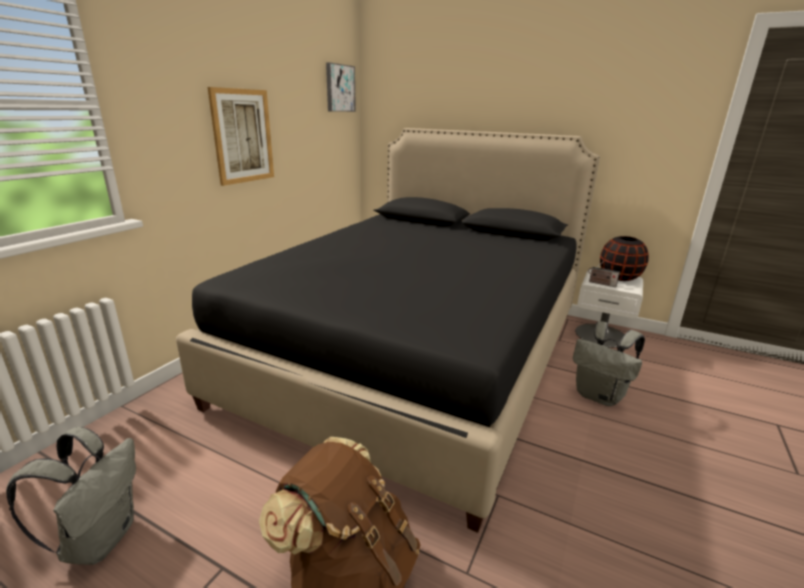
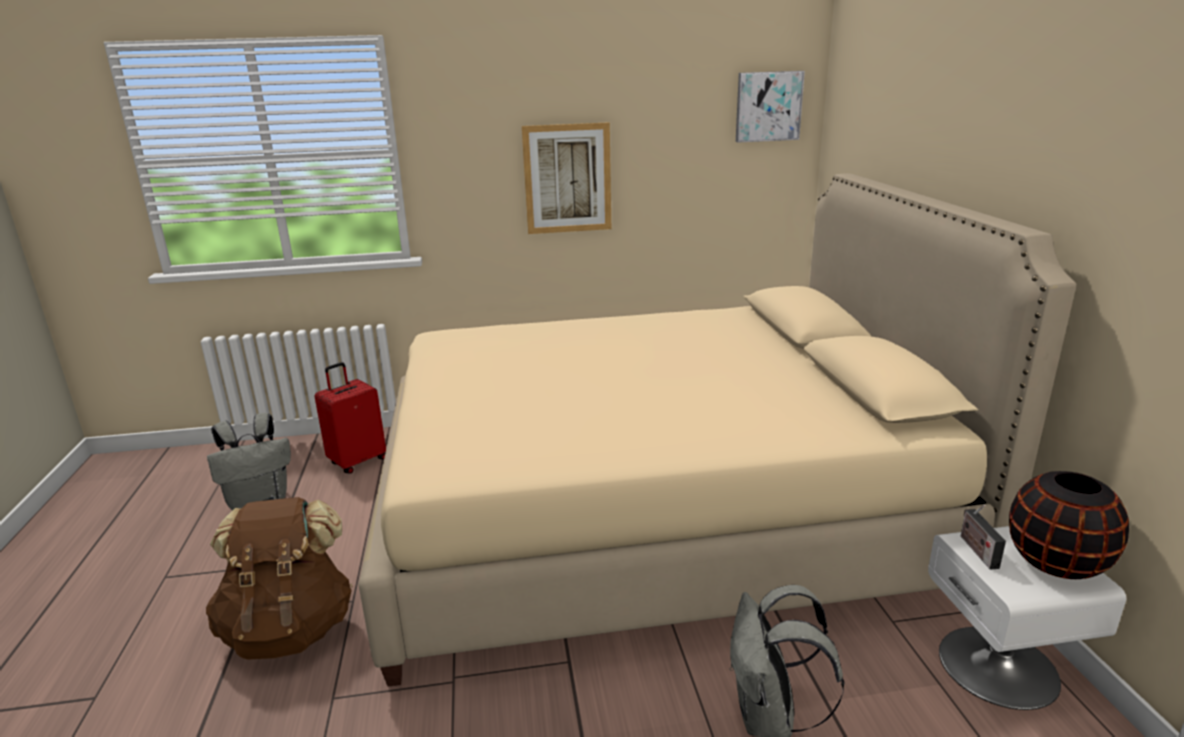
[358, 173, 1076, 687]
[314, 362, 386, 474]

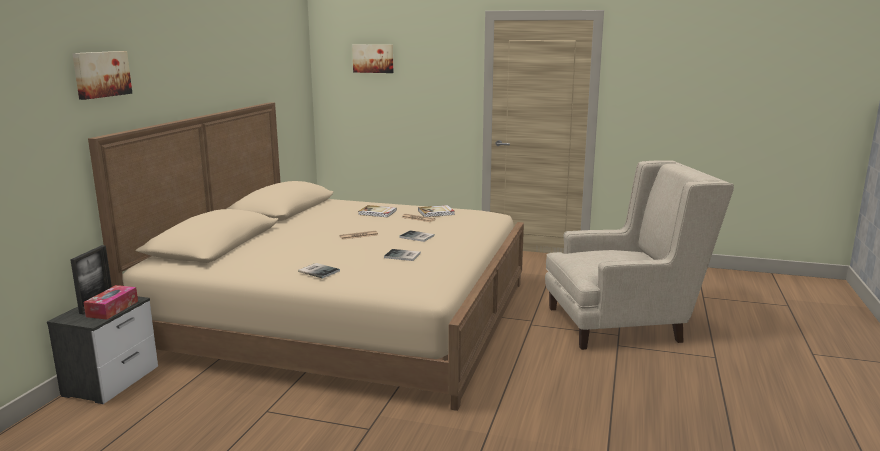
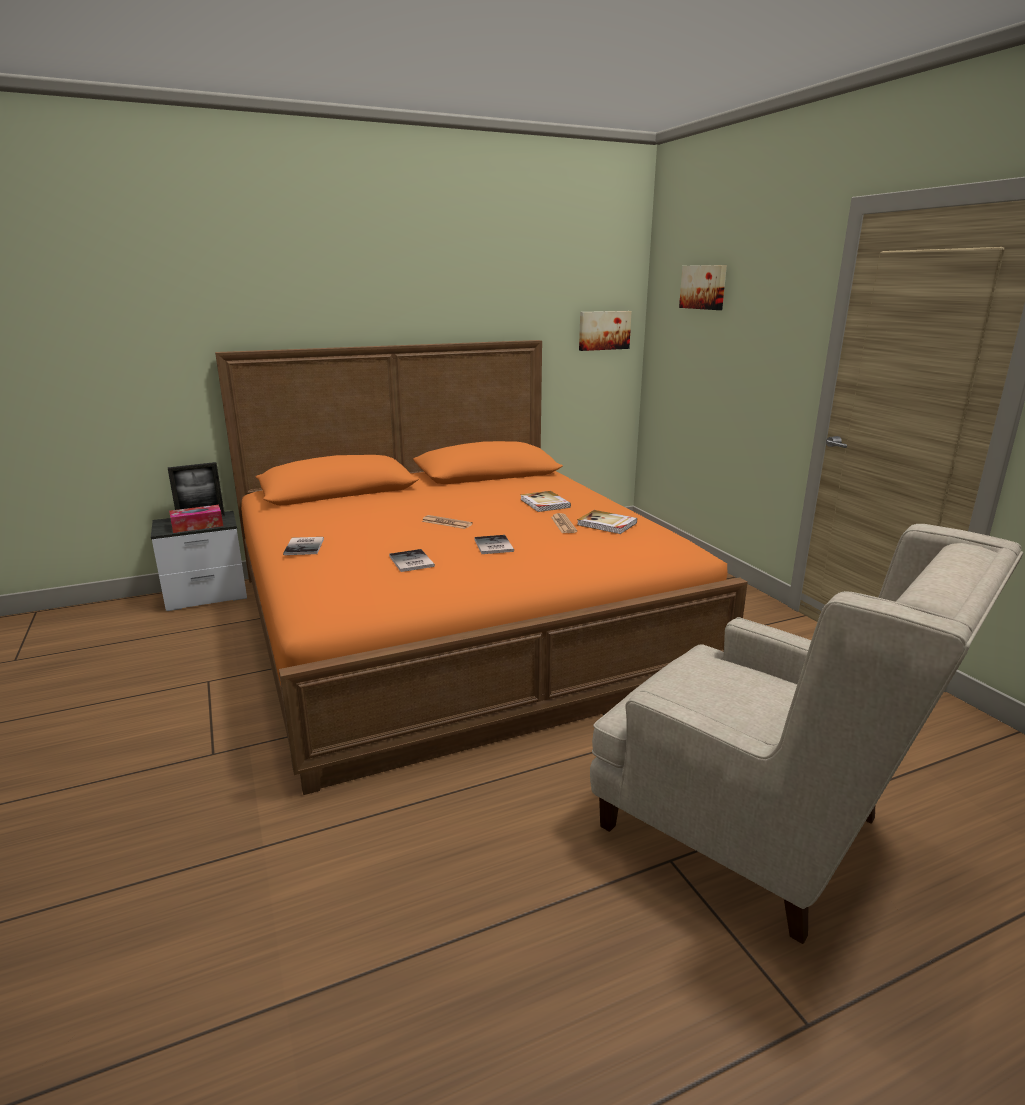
[579, 311, 632, 351]
[215, 340, 748, 795]

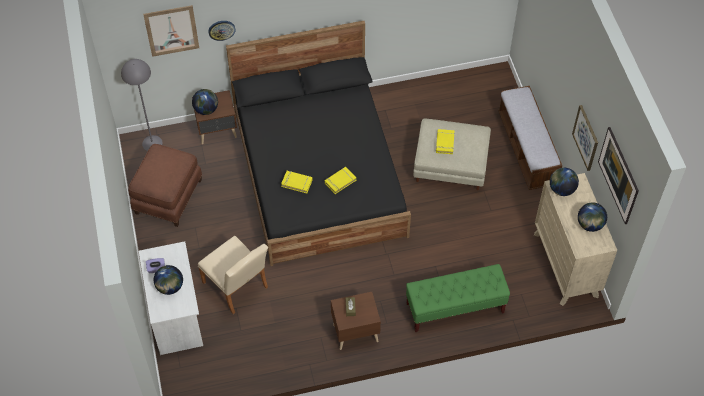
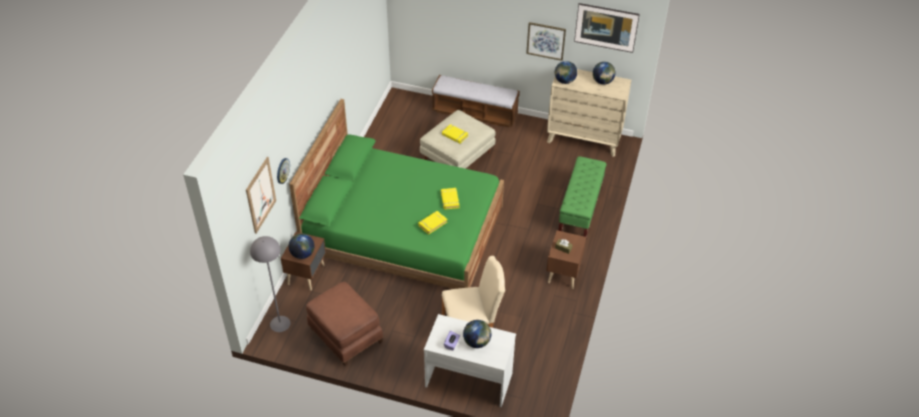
[289, 99, 504, 289]

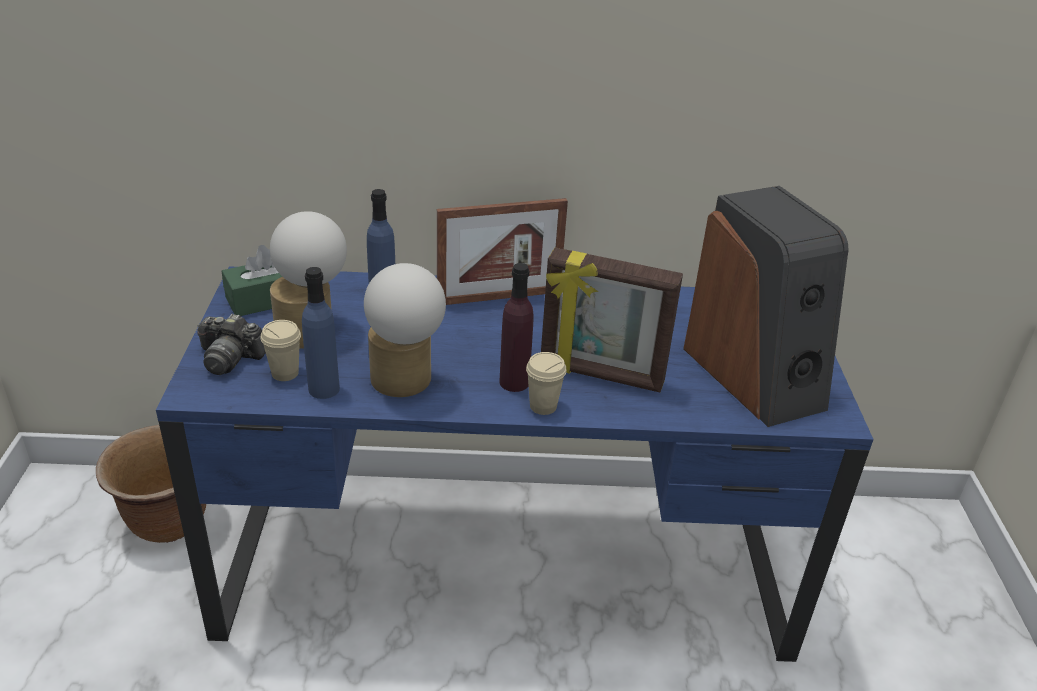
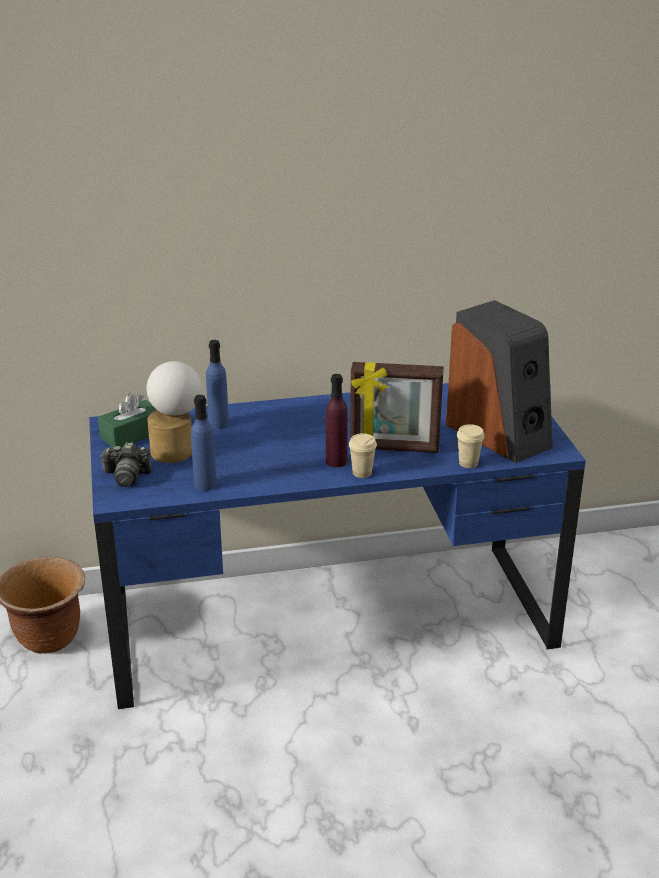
[437, 198, 568, 305] (first image)
[364, 263, 446, 397] (first image)
[457, 424, 485, 468]

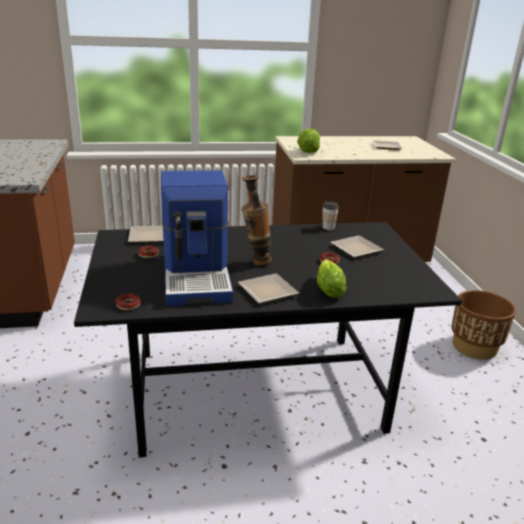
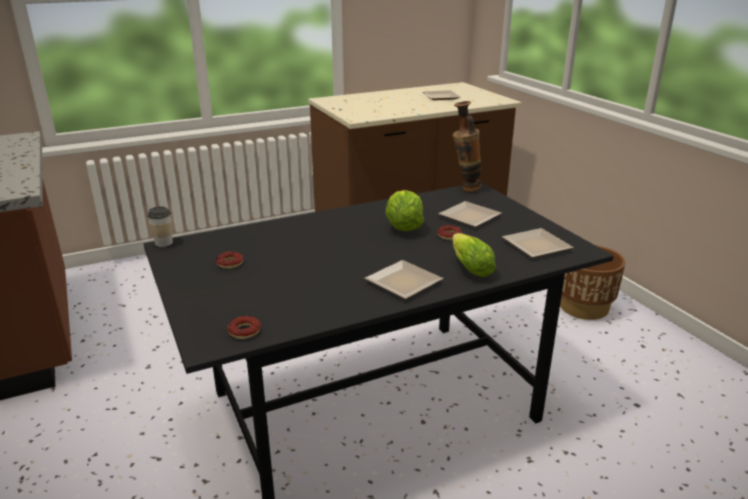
[386, 190, 424, 231]
[161, 170, 233, 306] (first image)
[453, 101, 481, 192]
[147, 207, 173, 247]
[502, 228, 574, 258]

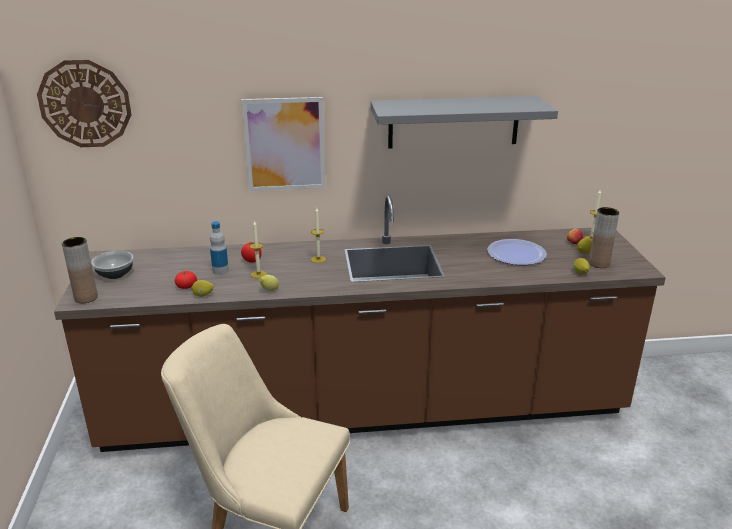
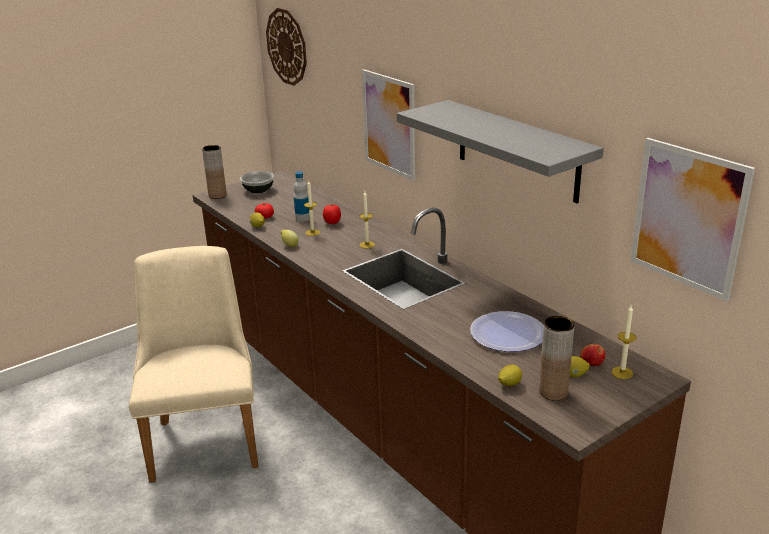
[630, 138, 755, 301]

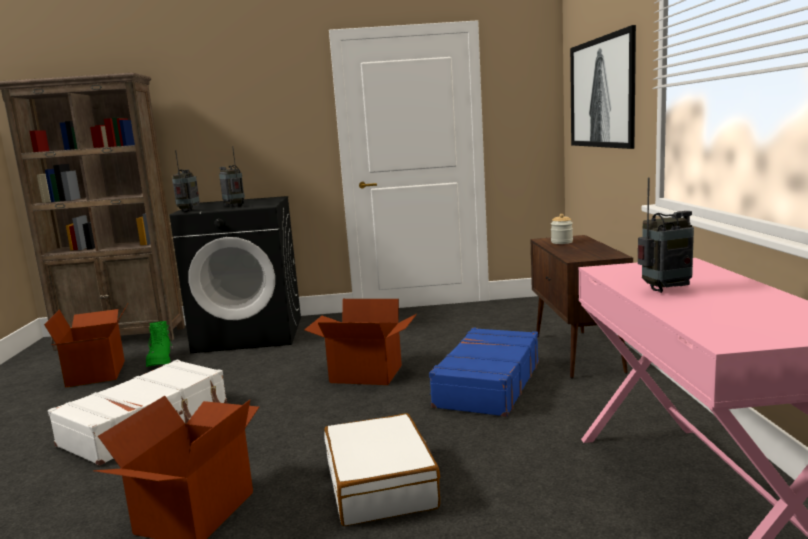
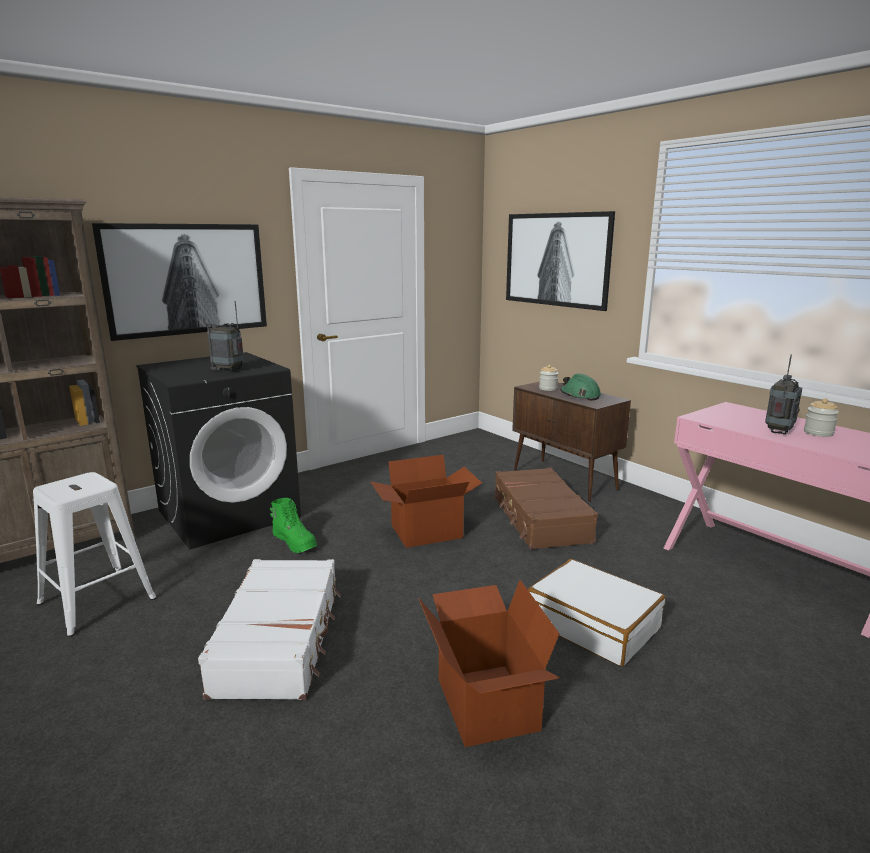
[172, 150, 200, 212] (first image)
[33, 472, 157, 637]
[270, 498, 317, 553]
[493, 467, 598, 550]
[92, 223, 267, 341]
[560, 373, 601, 401]
[804, 398, 839, 437]

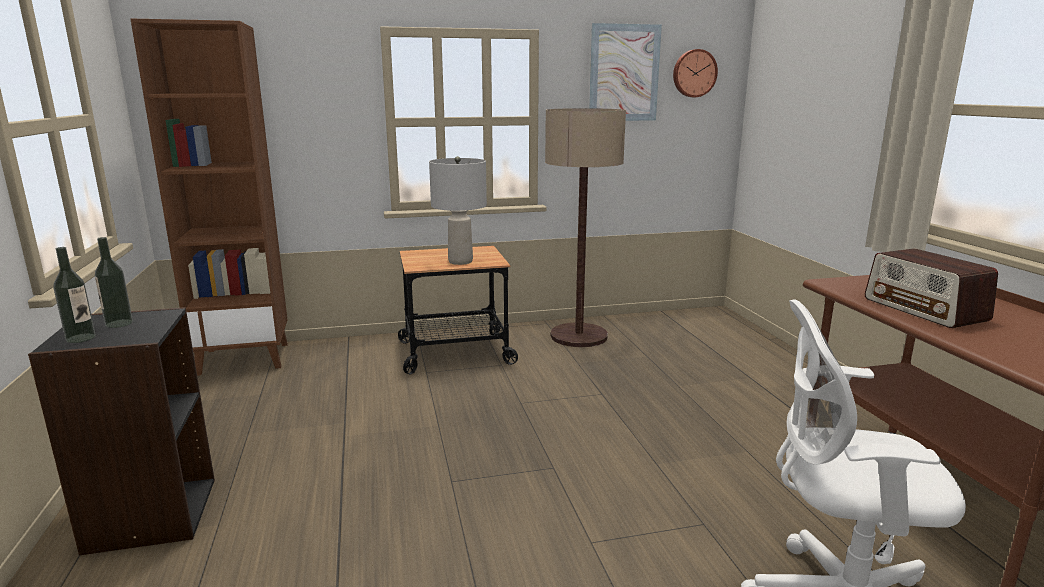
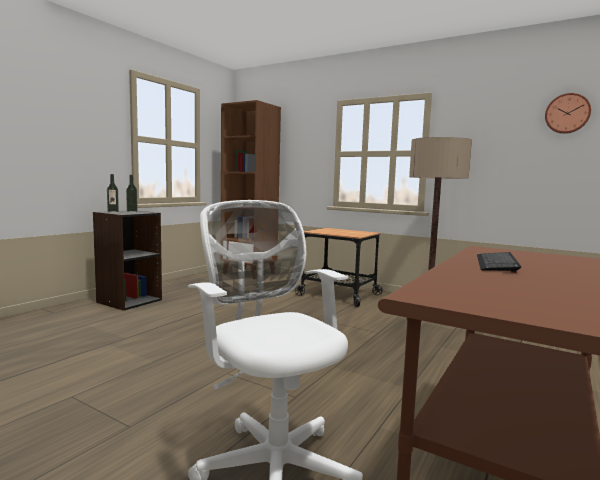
[589, 23, 662, 121] (first image)
[429, 156, 487, 265] (first image)
[477, 252, 521, 273]

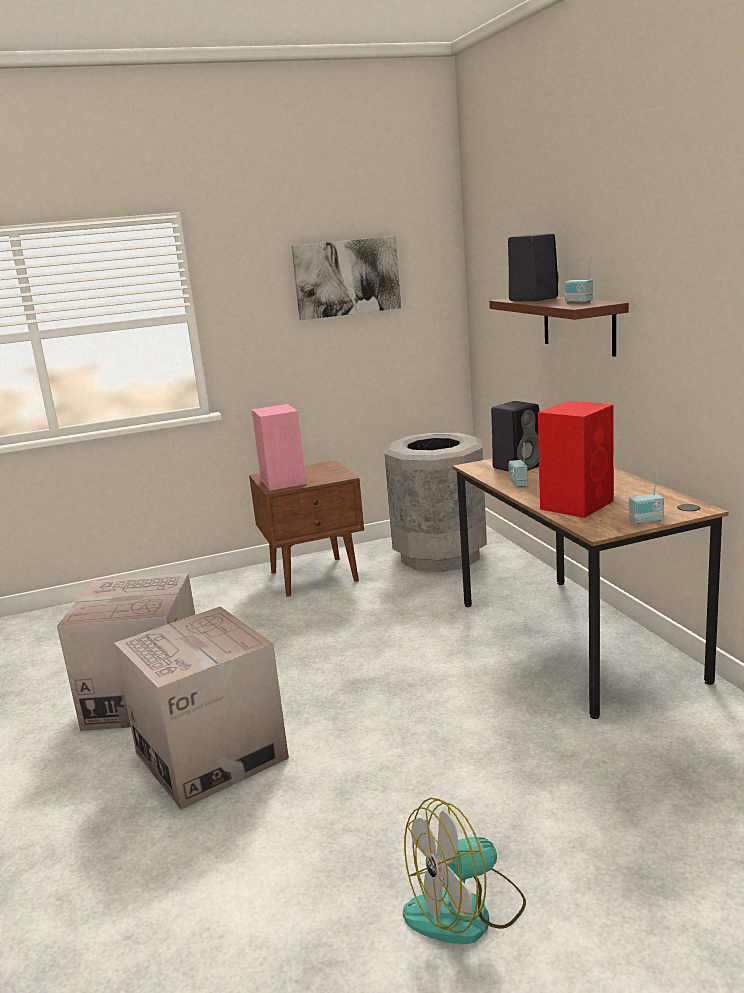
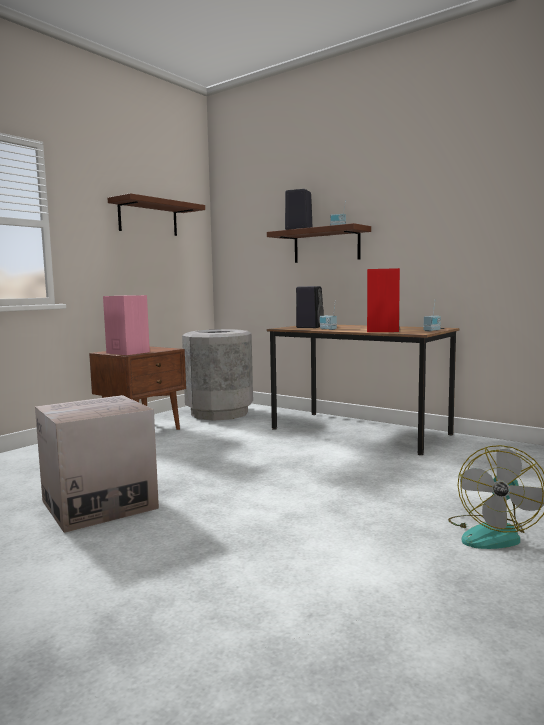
[107, 193, 205, 236]
[114, 606, 289, 810] (first image)

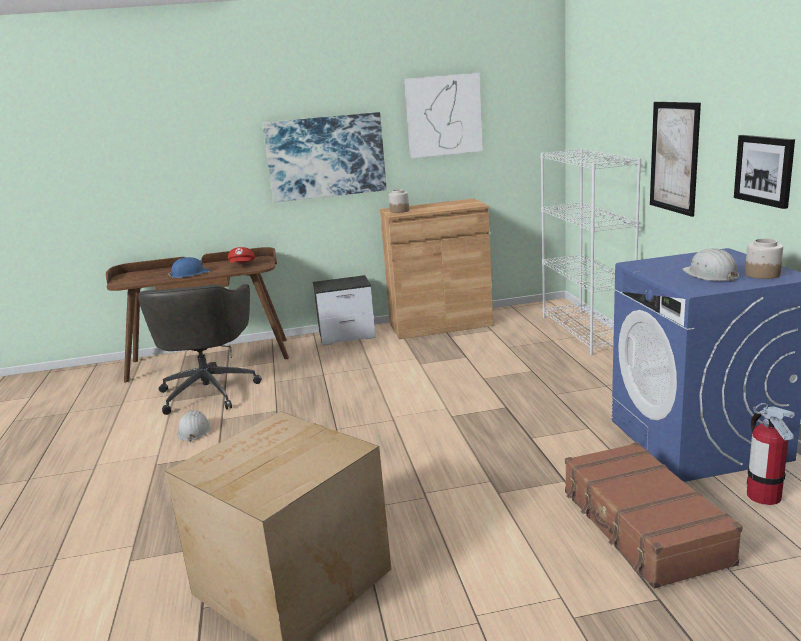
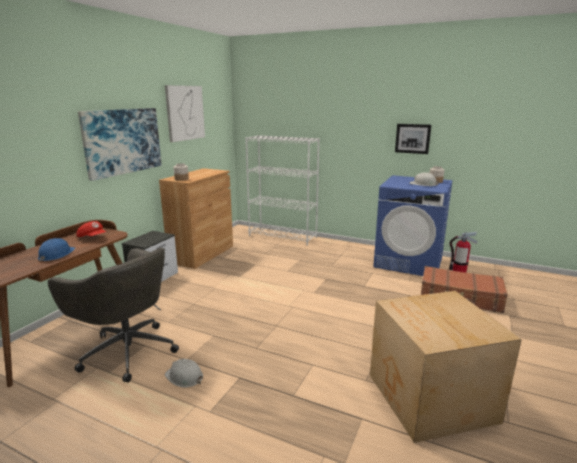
[650, 102, 701, 217] (first image)

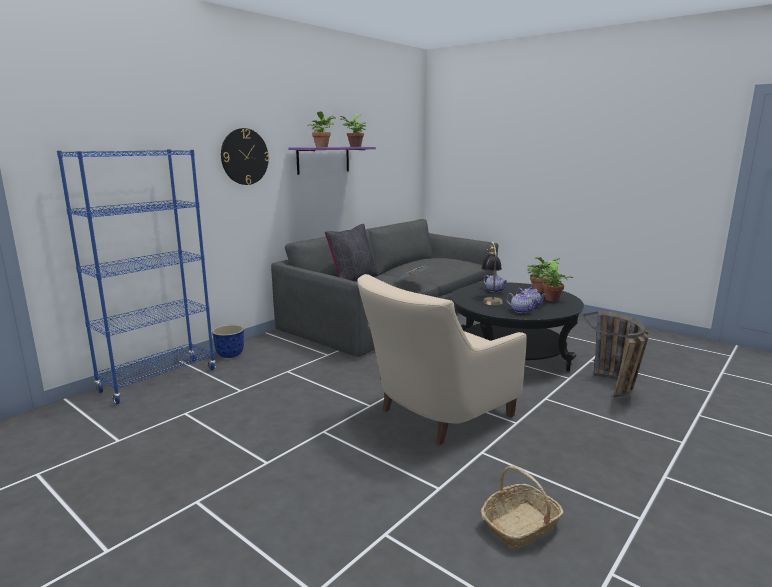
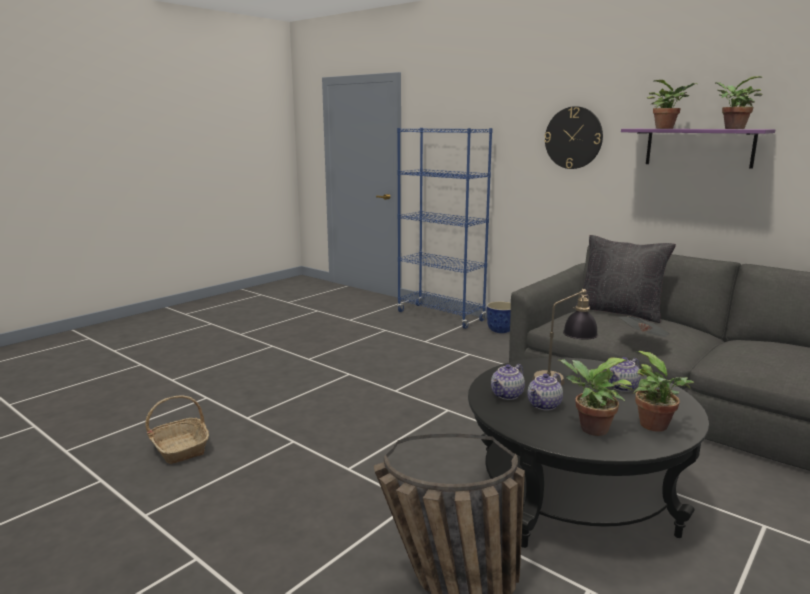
[357, 274, 527, 445] (first image)

